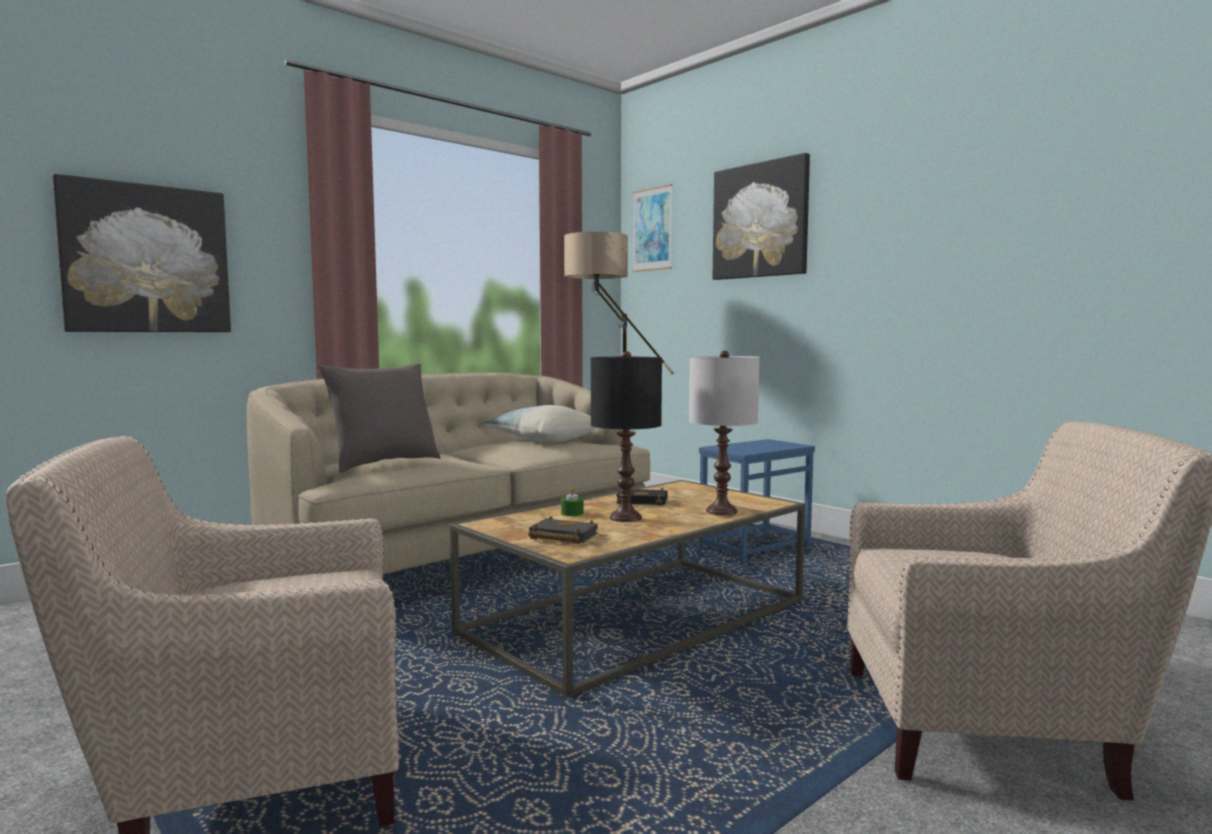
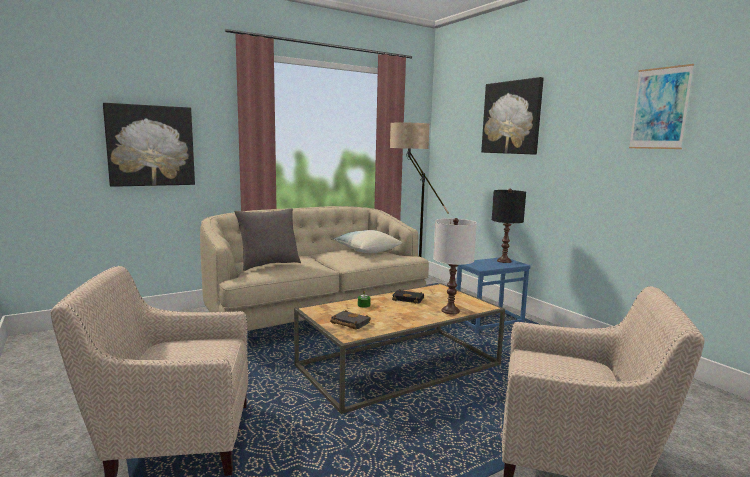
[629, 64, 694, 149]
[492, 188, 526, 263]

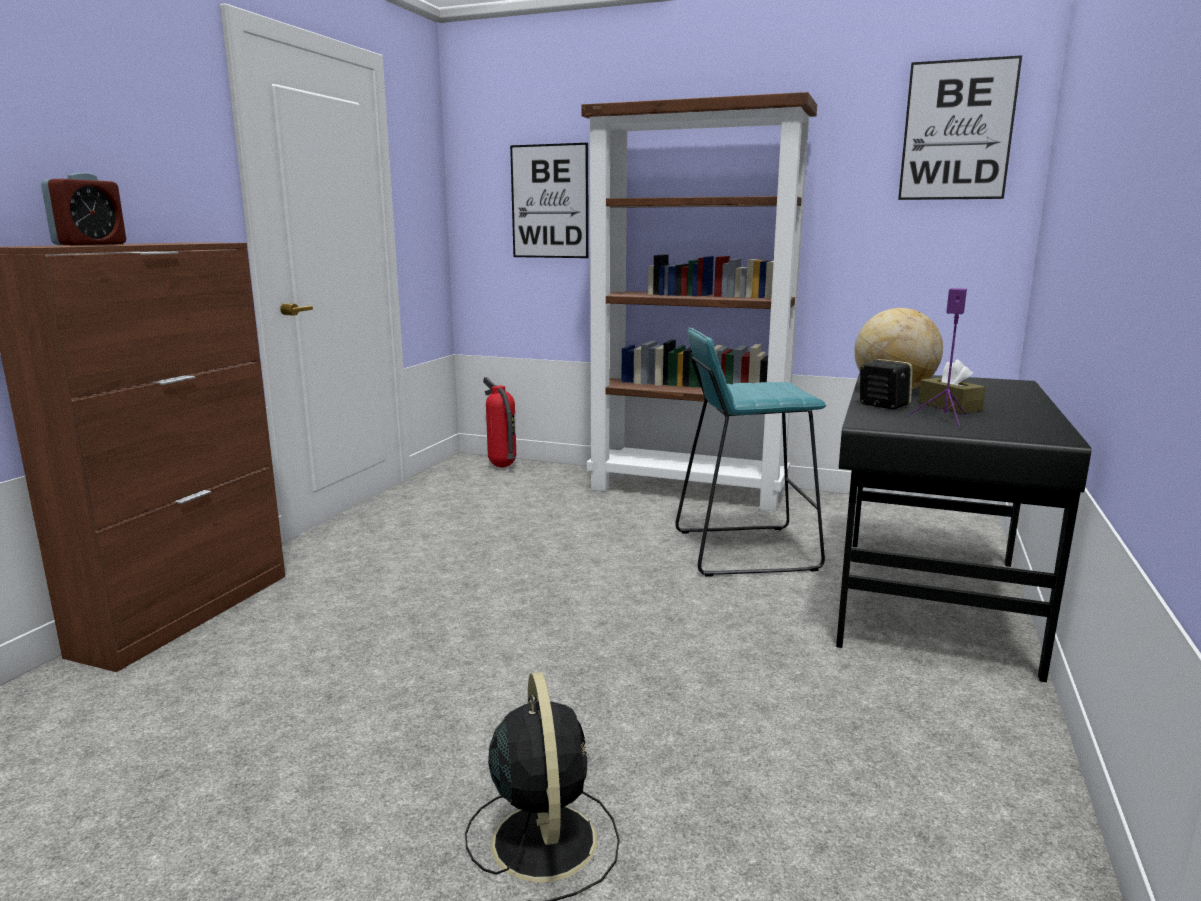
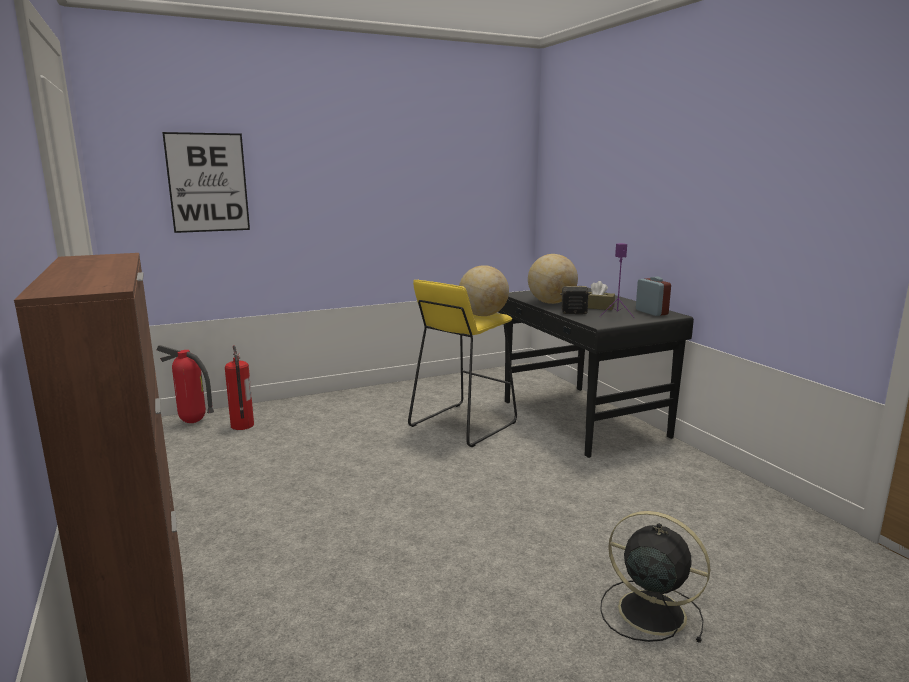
[898, 55, 1022, 200] (first image)
[581, 92, 817, 511] (first image)
[636, 277, 671, 316]
[408, 280, 517, 447]
[459, 265, 509, 316]
[225, 345, 254, 430]

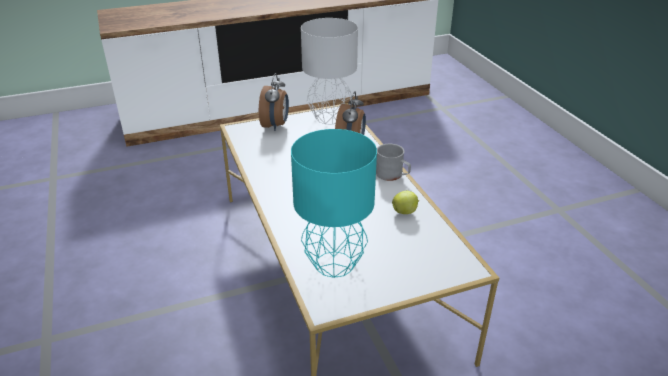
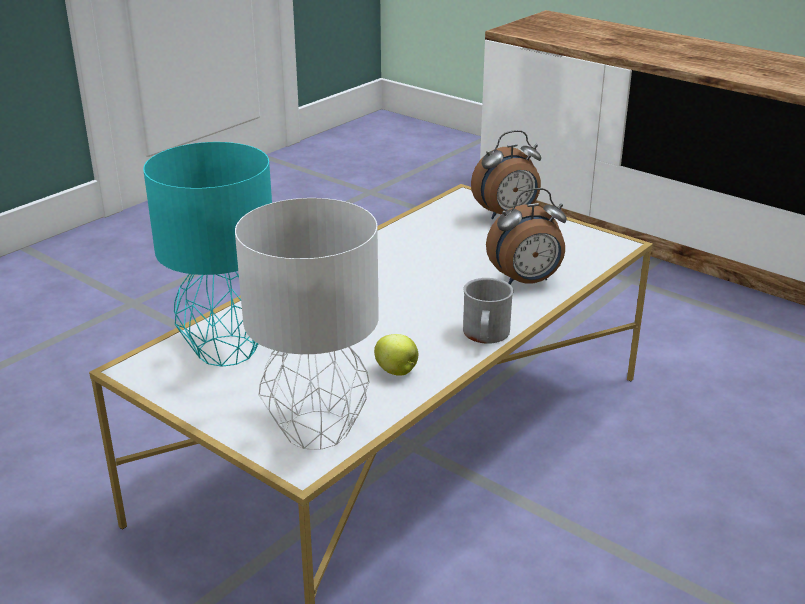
[235, 198, 379, 450]

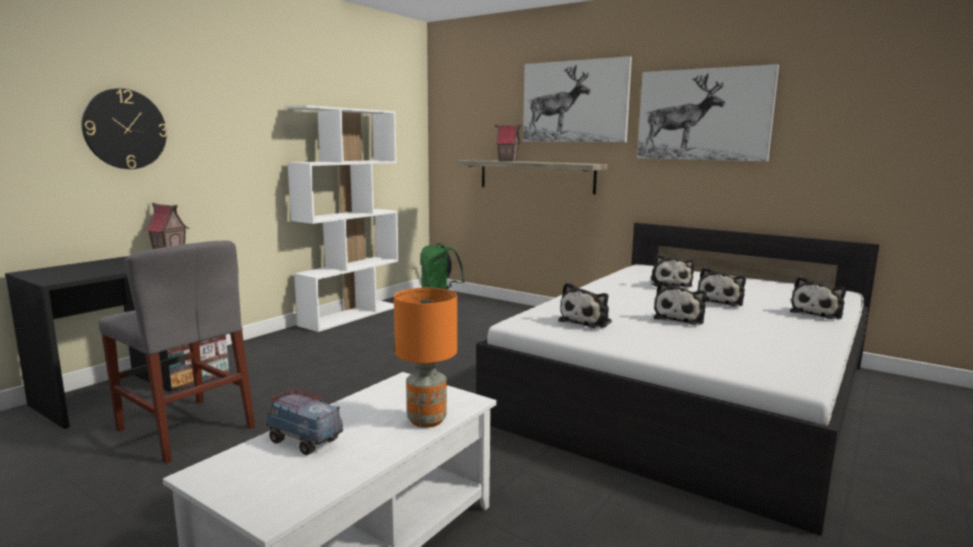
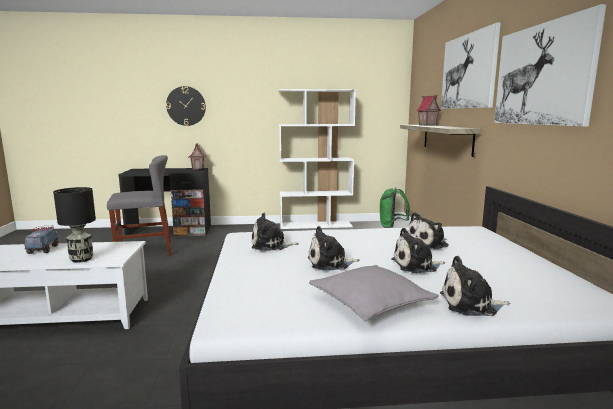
[107, 155, 172, 256]
[53, 187, 96, 263]
[309, 265, 439, 321]

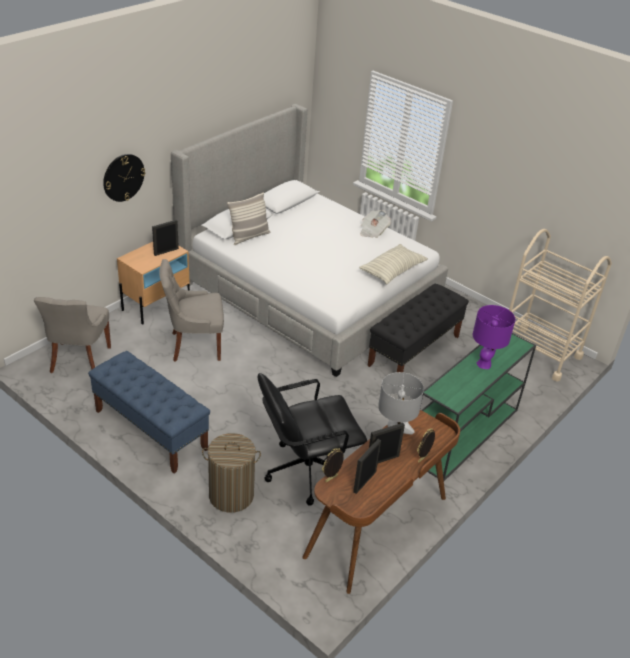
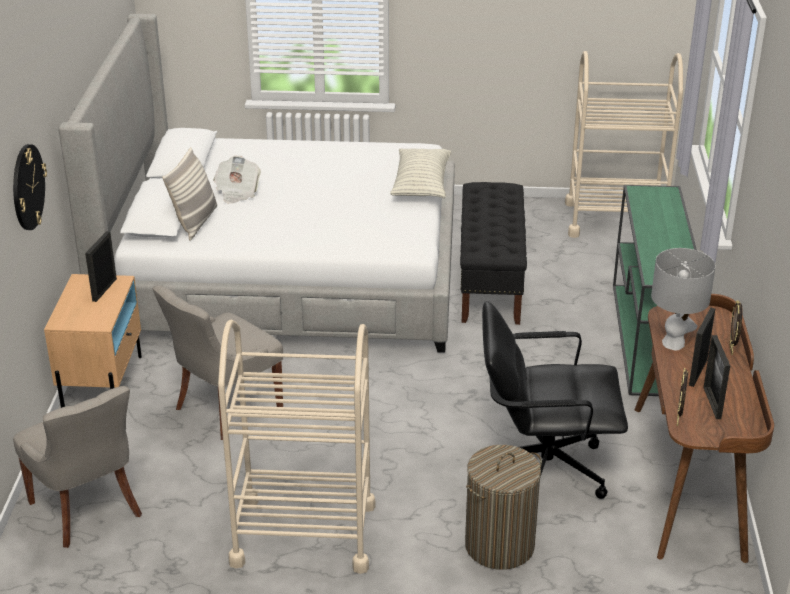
[213, 156, 261, 204]
[473, 305, 515, 369] (first image)
[218, 320, 376, 574]
[482, 301, 628, 499]

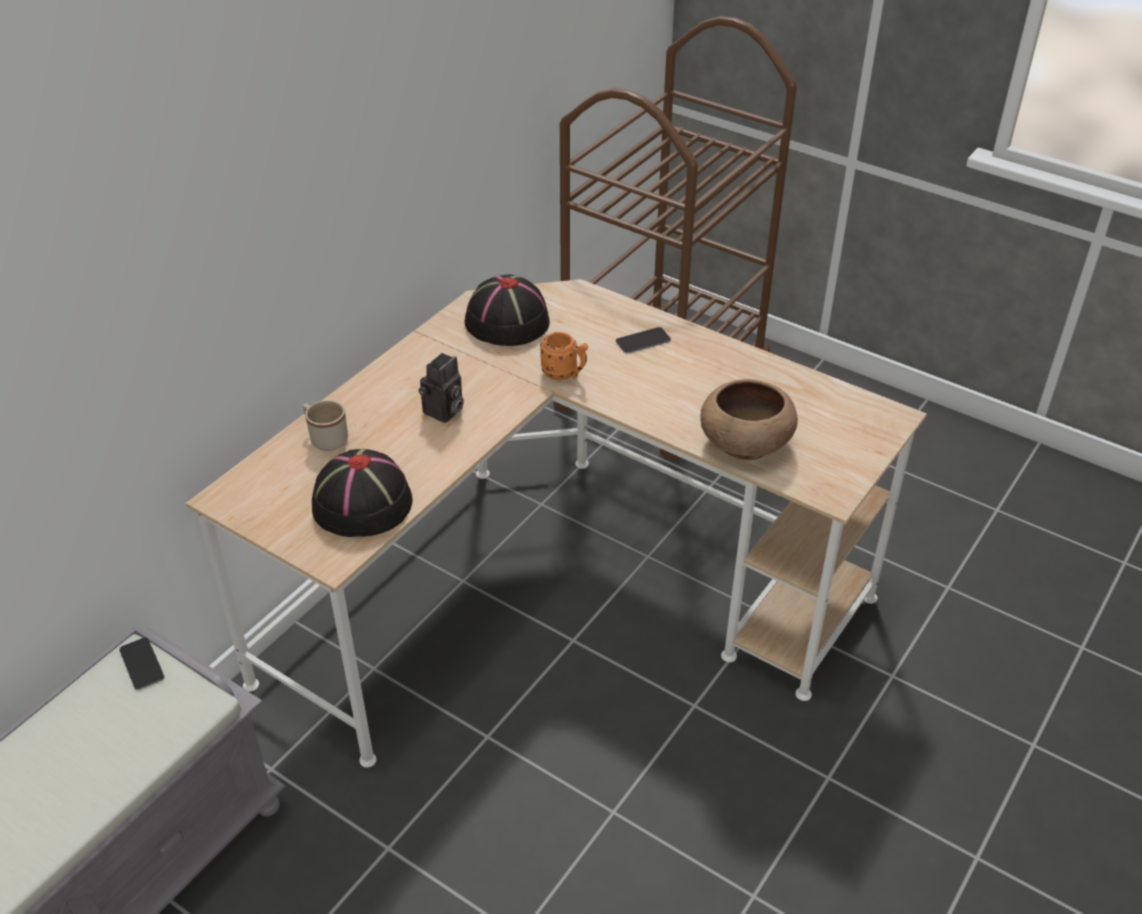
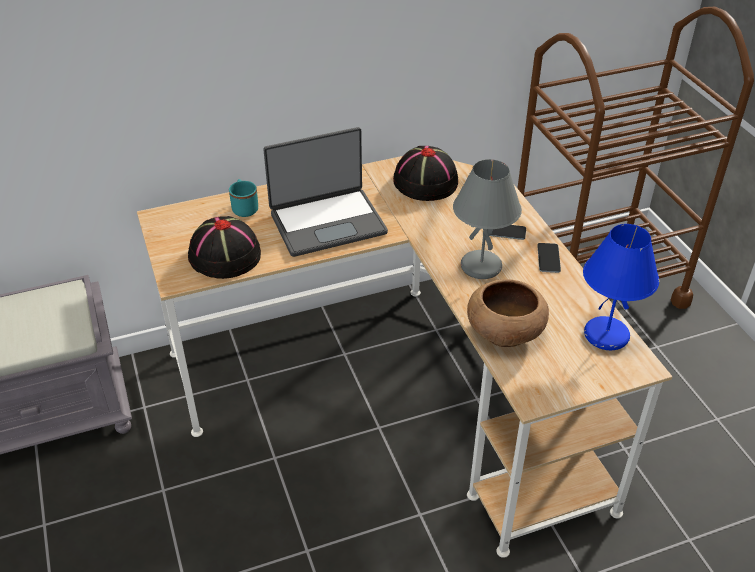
[540, 332, 588, 380] (first image)
[263, 127, 388, 257]
[229, 179, 258, 217]
[537, 243, 561, 273]
[453, 159, 522, 279]
[583, 224, 659, 350]

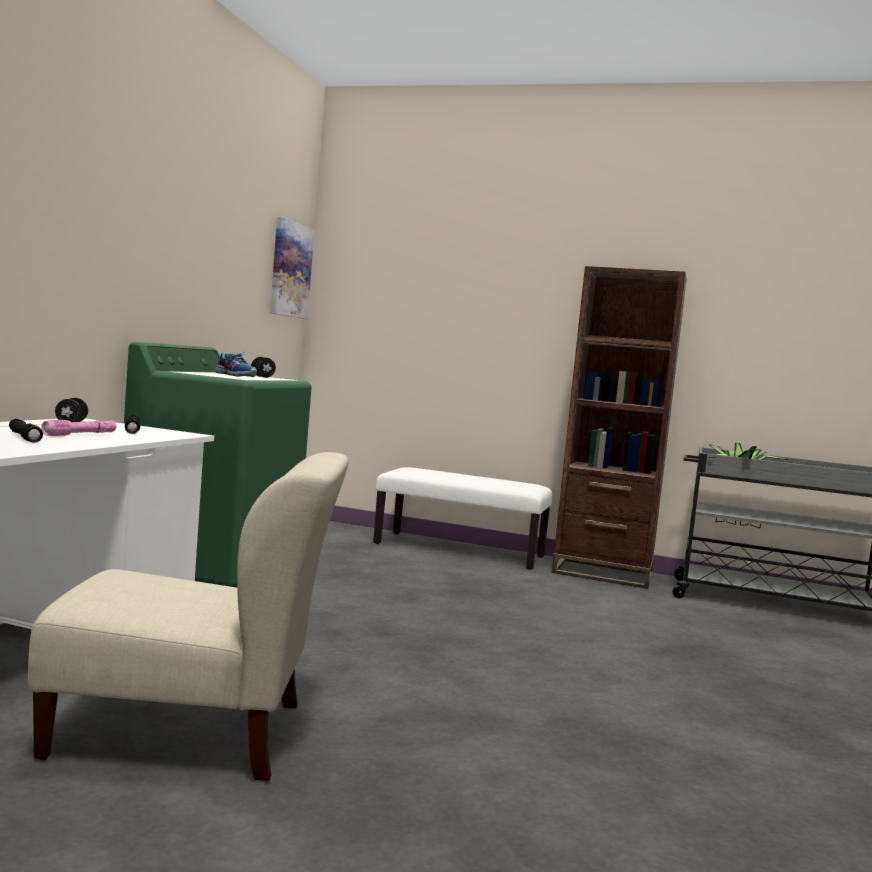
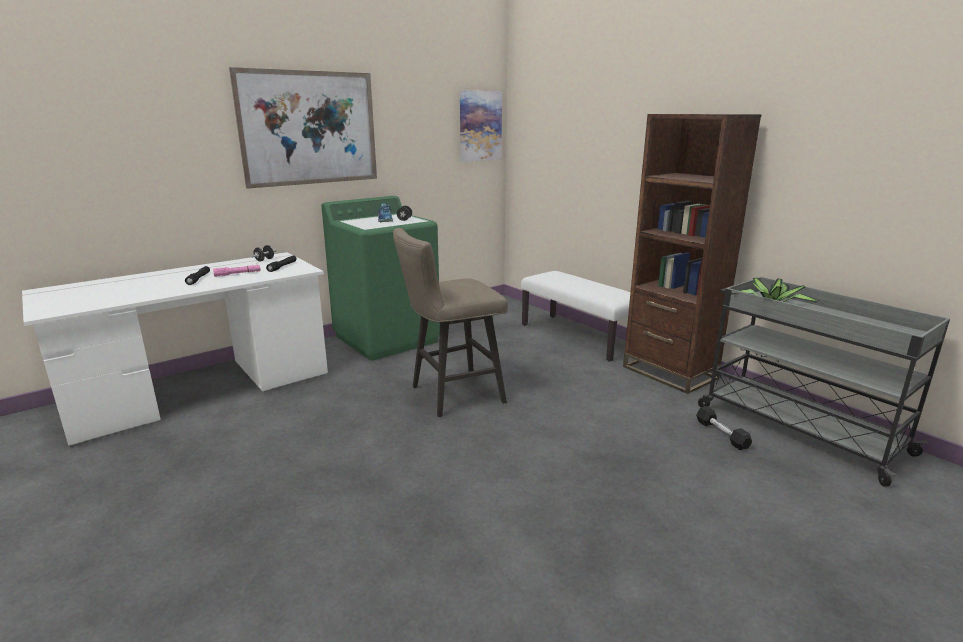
[28, 452, 349, 781] (first image)
[229, 67, 377, 189]
[393, 228, 508, 417]
[696, 406, 752, 450]

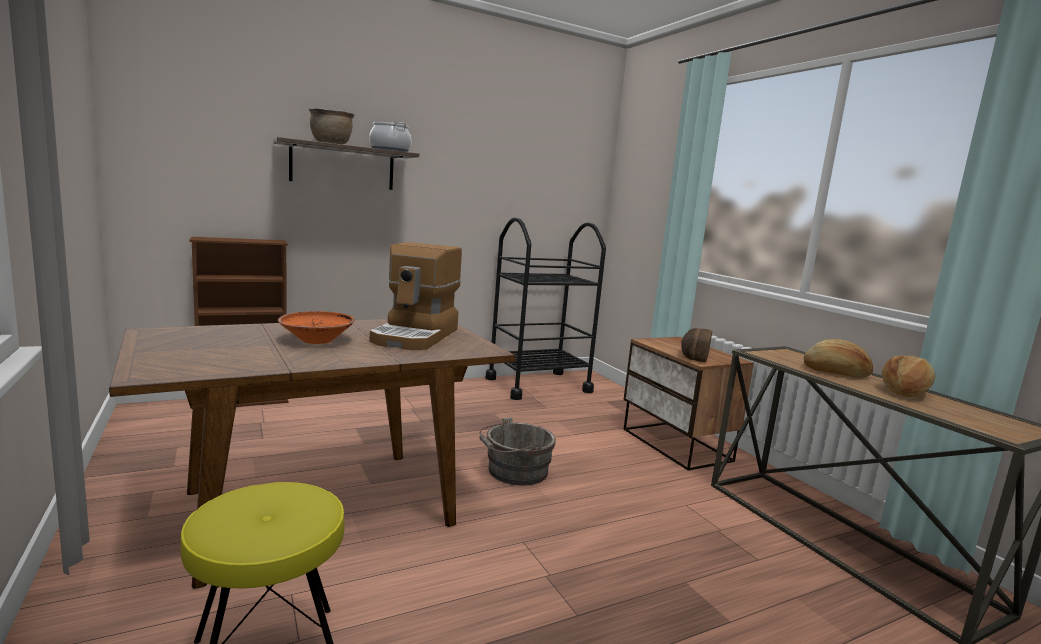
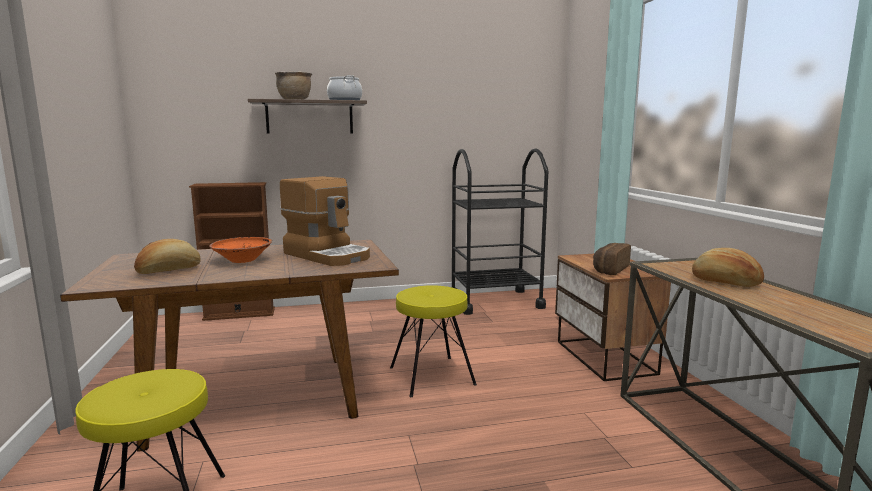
[280, 176, 370, 266]
[134, 239, 200, 274]
[390, 285, 477, 397]

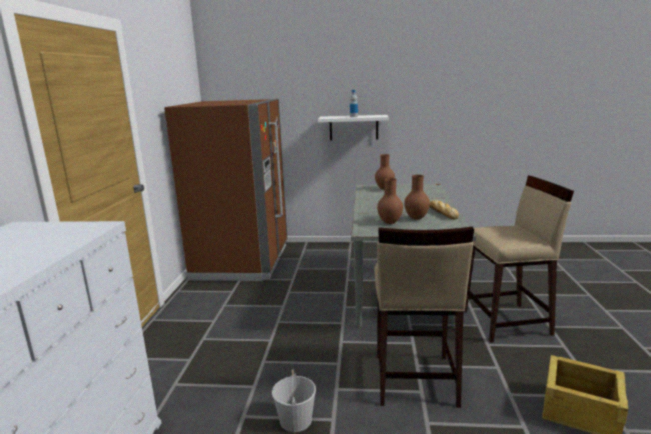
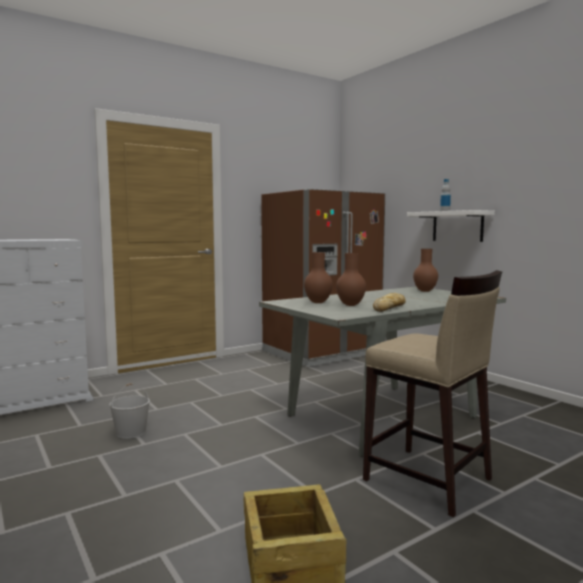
[374, 227, 474, 408] (first image)

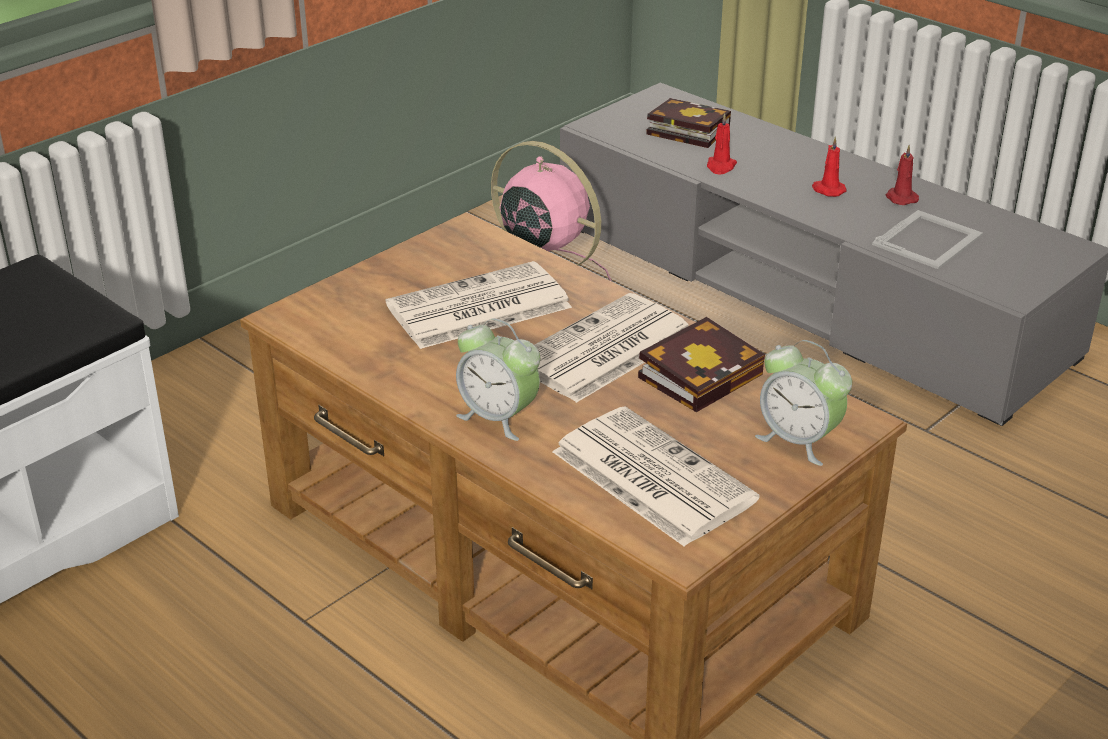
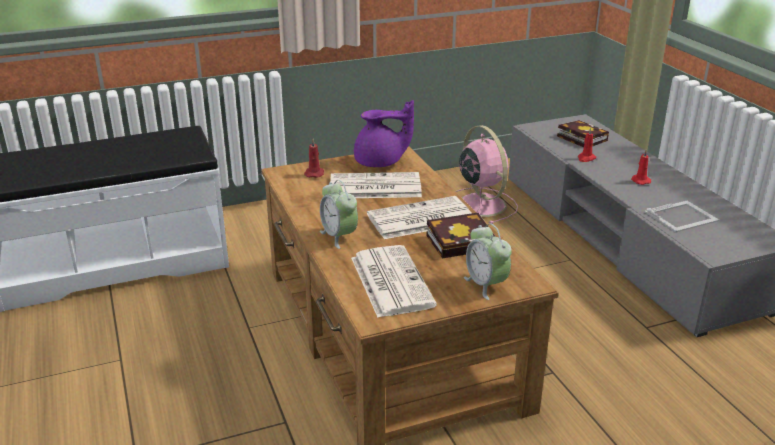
[304, 139, 324, 178]
[354, 100, 414, 167]

